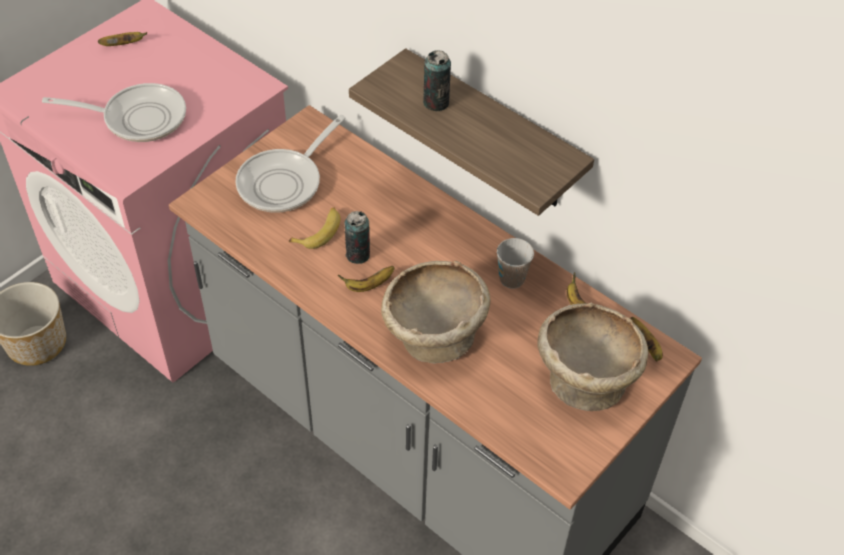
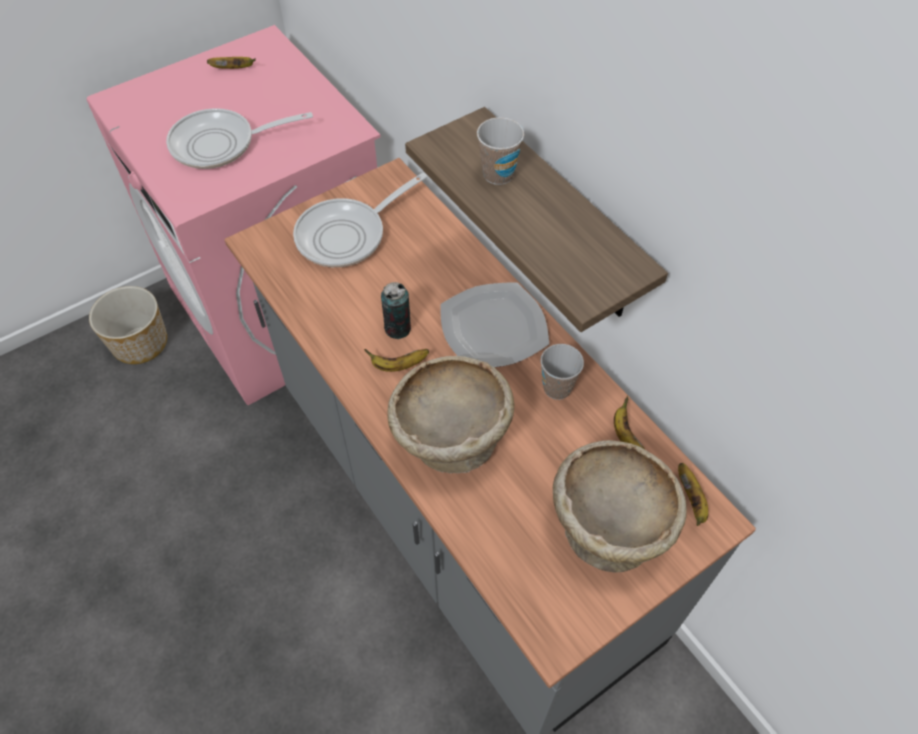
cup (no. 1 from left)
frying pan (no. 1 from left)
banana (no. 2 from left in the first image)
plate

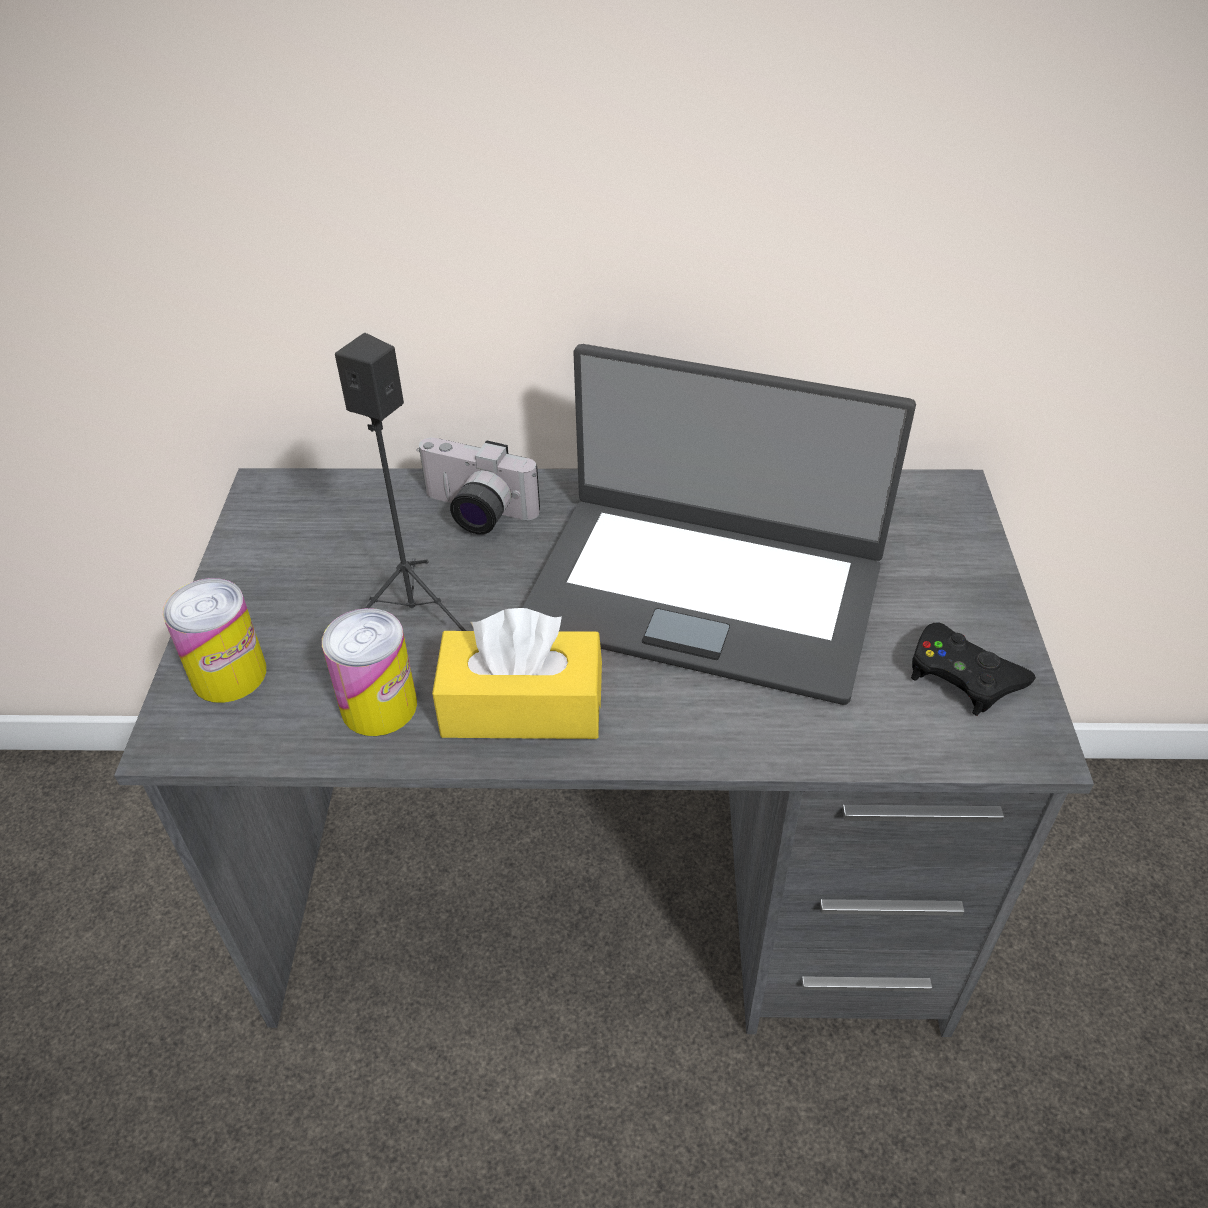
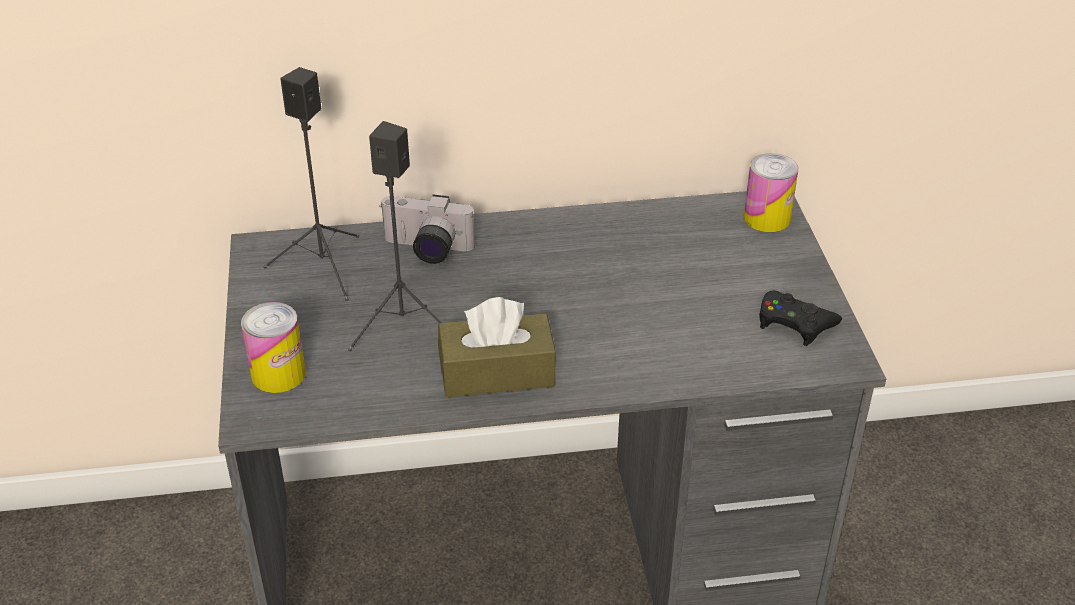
laptop
can (no. 2 from left)
brown tissue box
black speaker (no. 1 from left)

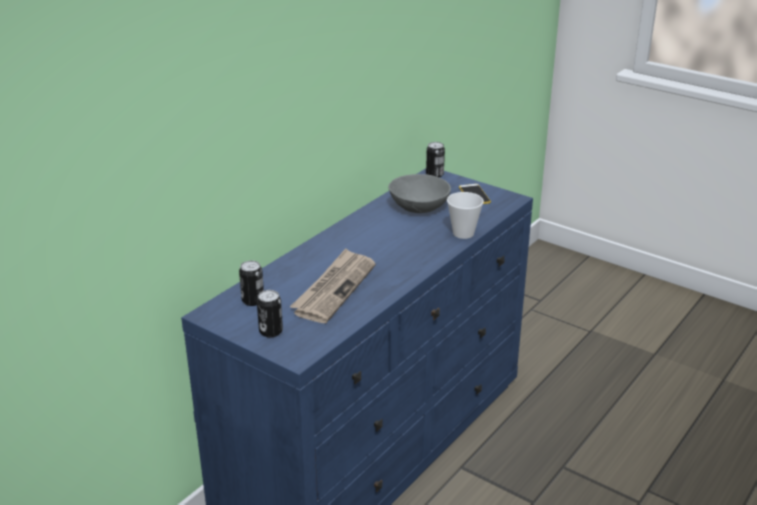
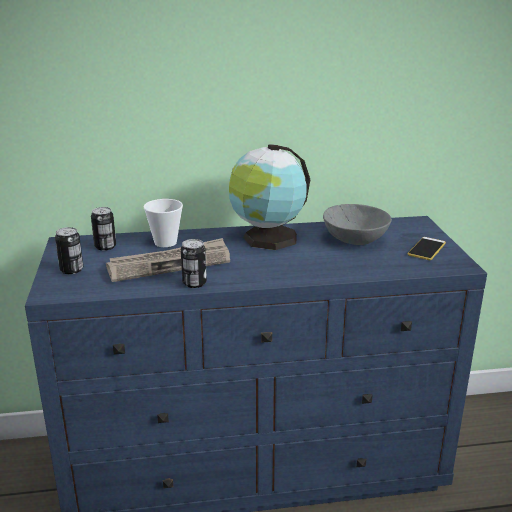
can (no. 3 from left)
cup
globe

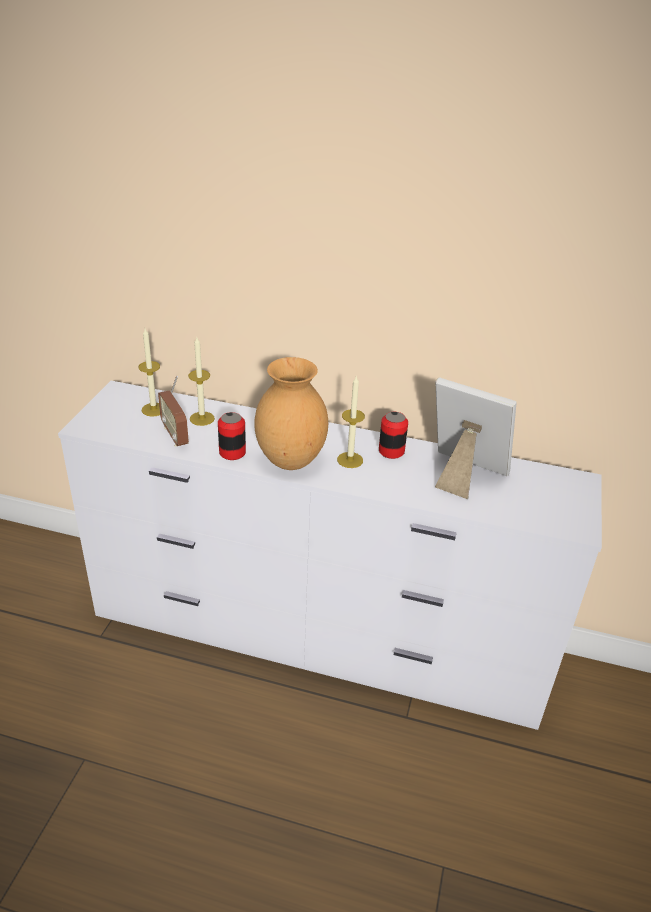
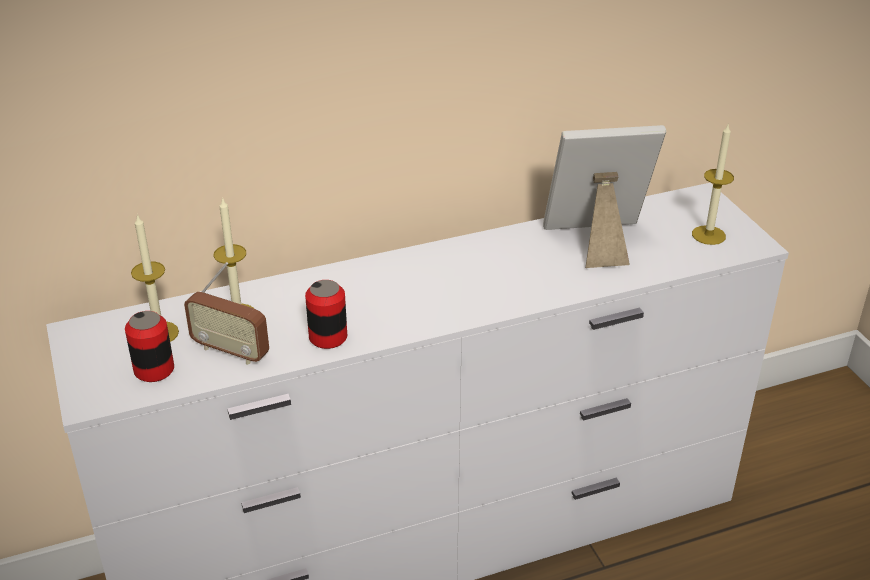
brown vase
candle (no. 3 from left)
can (no. 1 from left)

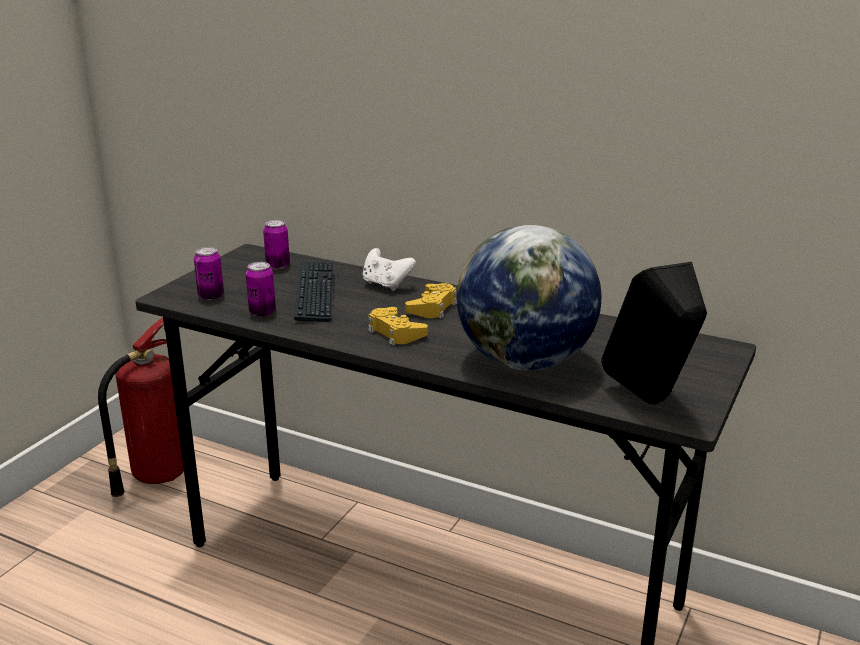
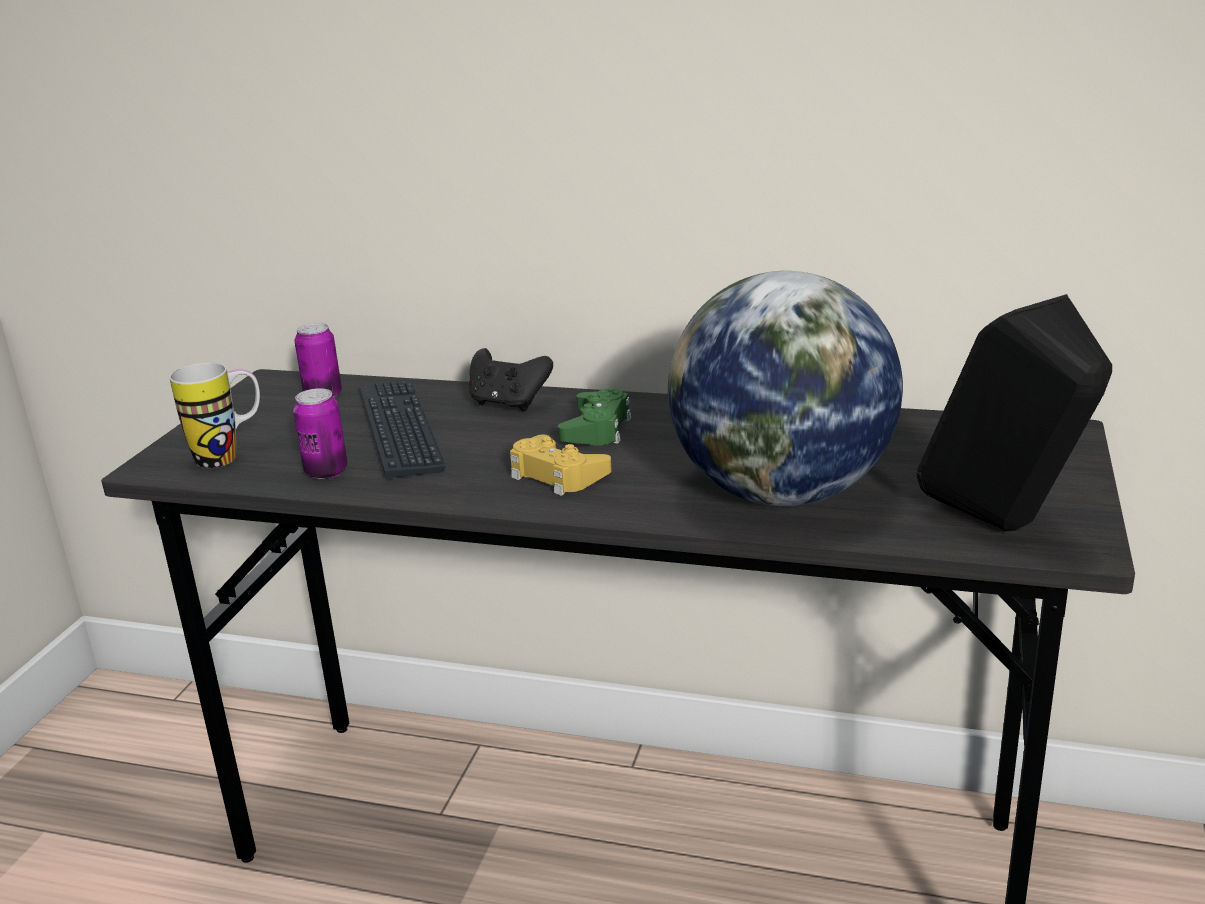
mug
black game controller
green game controller
fire extinguisher

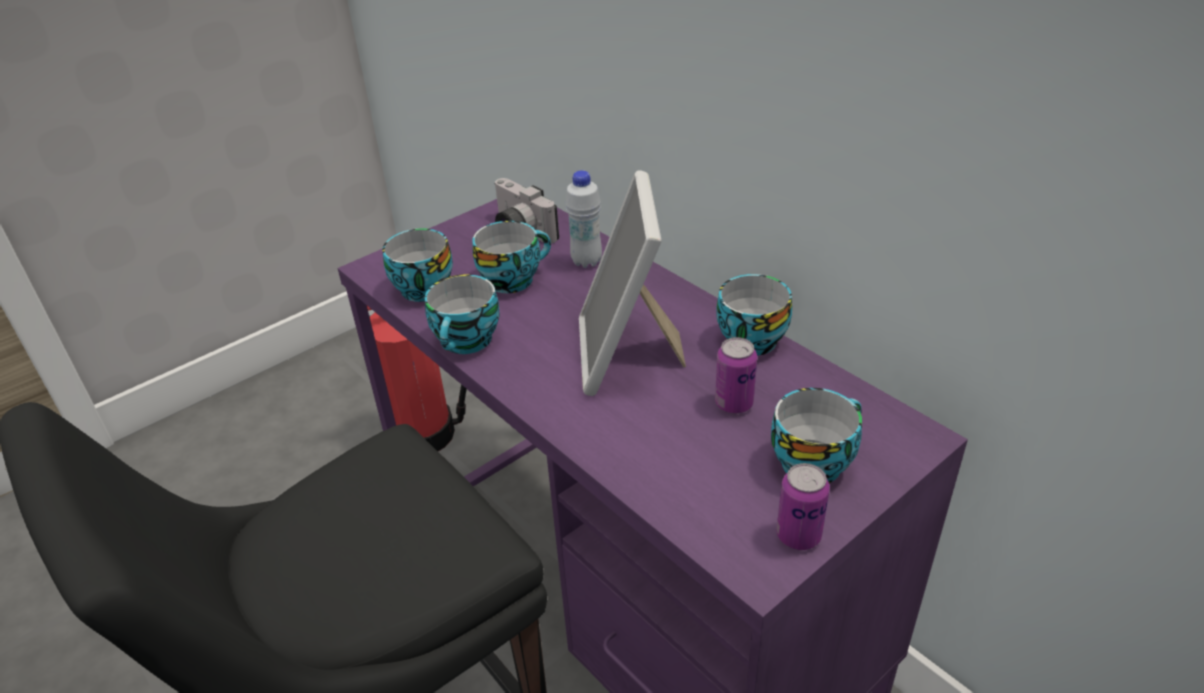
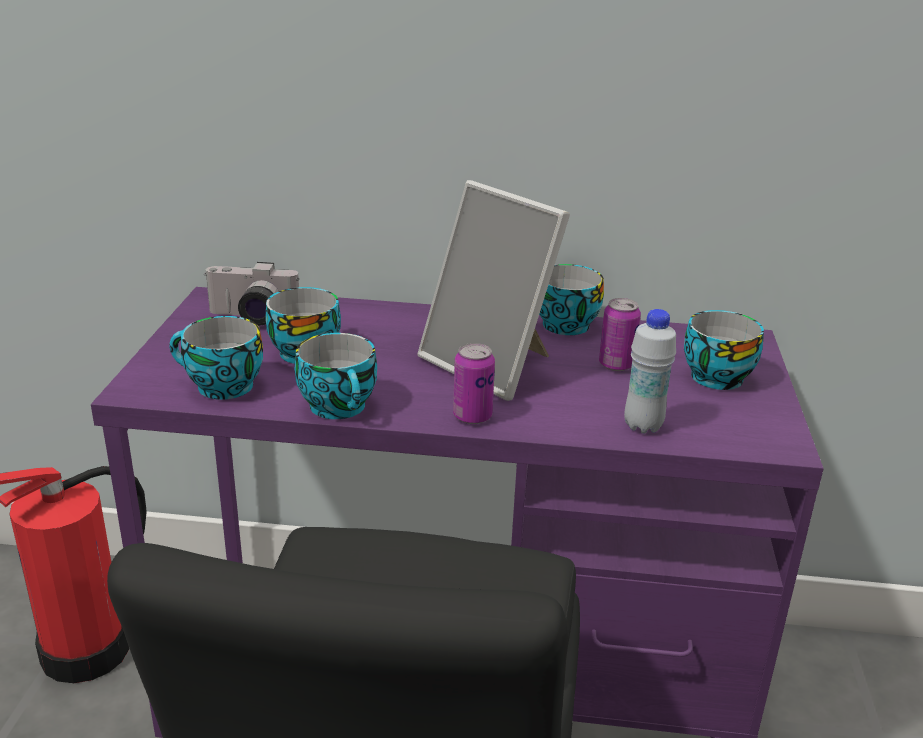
white bottle
can (no. 1 from left)

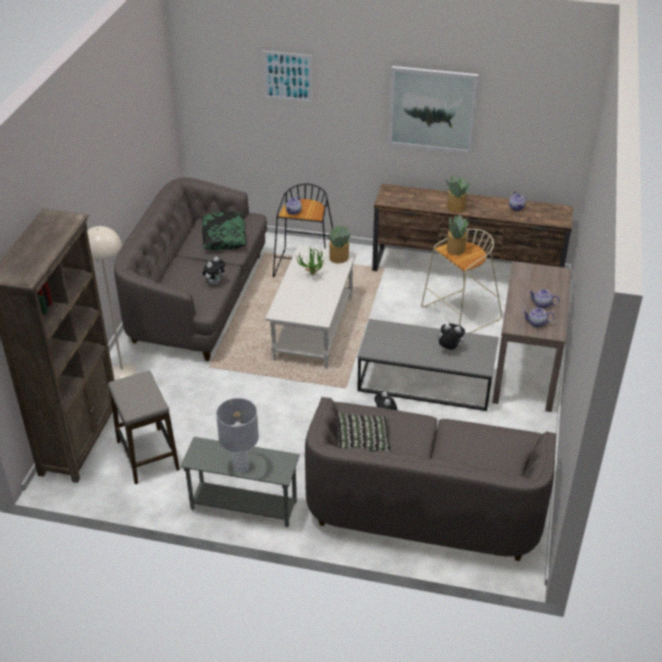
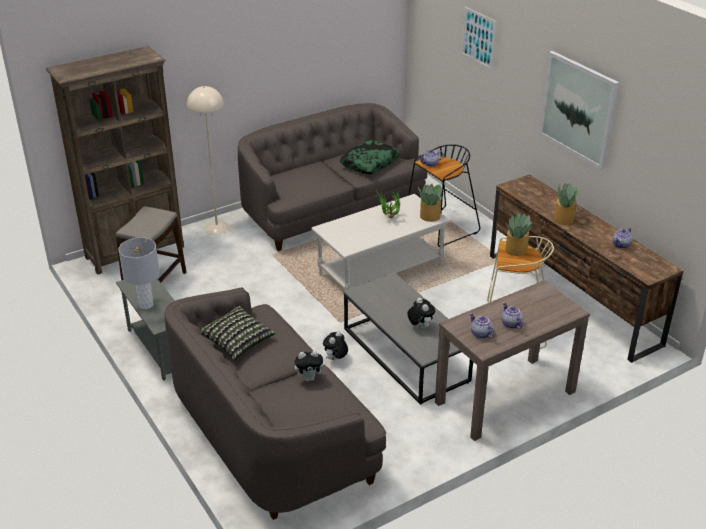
plush toy (no. 1 from left)

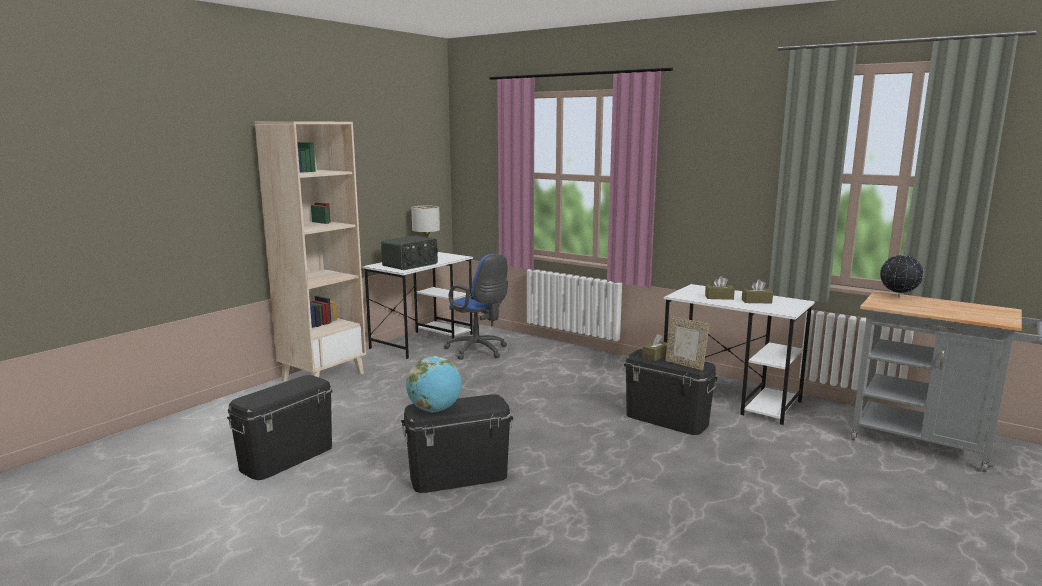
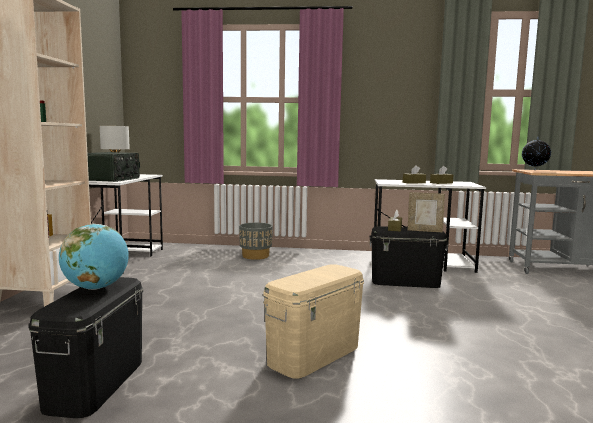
blue office chair
globe (no. 1 from left)
beige storage box
grey planter

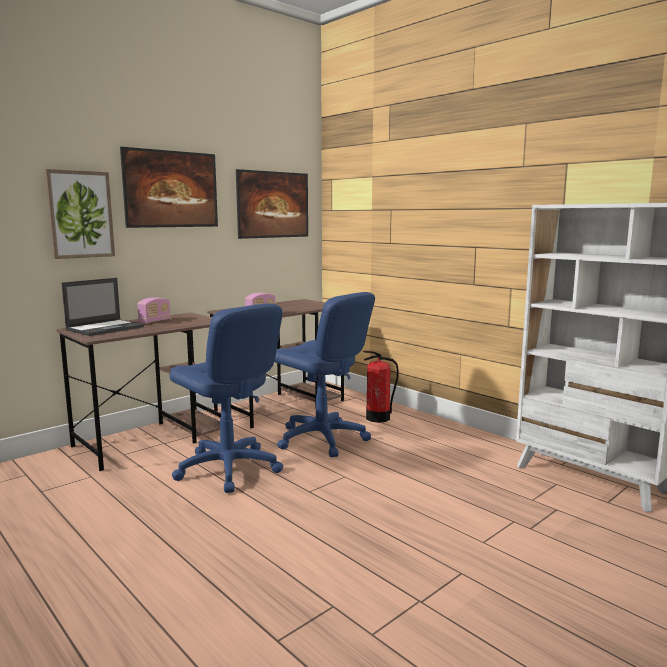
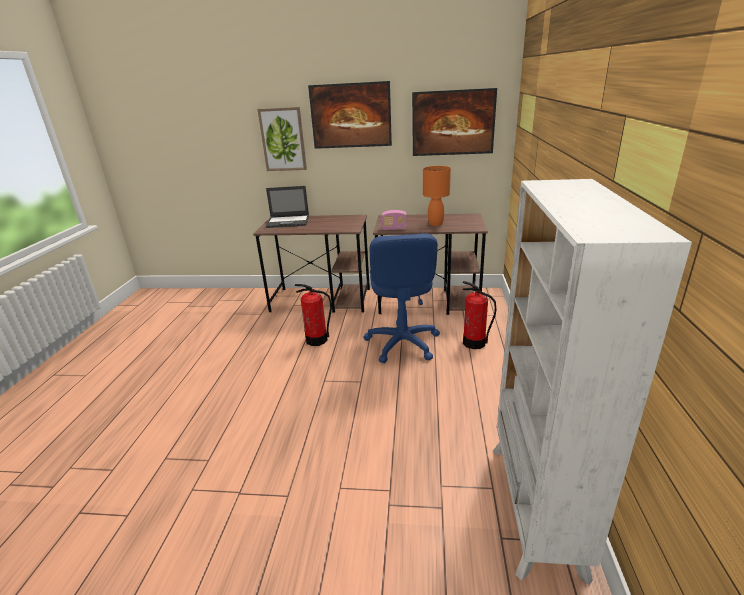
radio (no. 1 from left in the first image)
fire extinguisher (no. 1 from left)
orange table lamp

